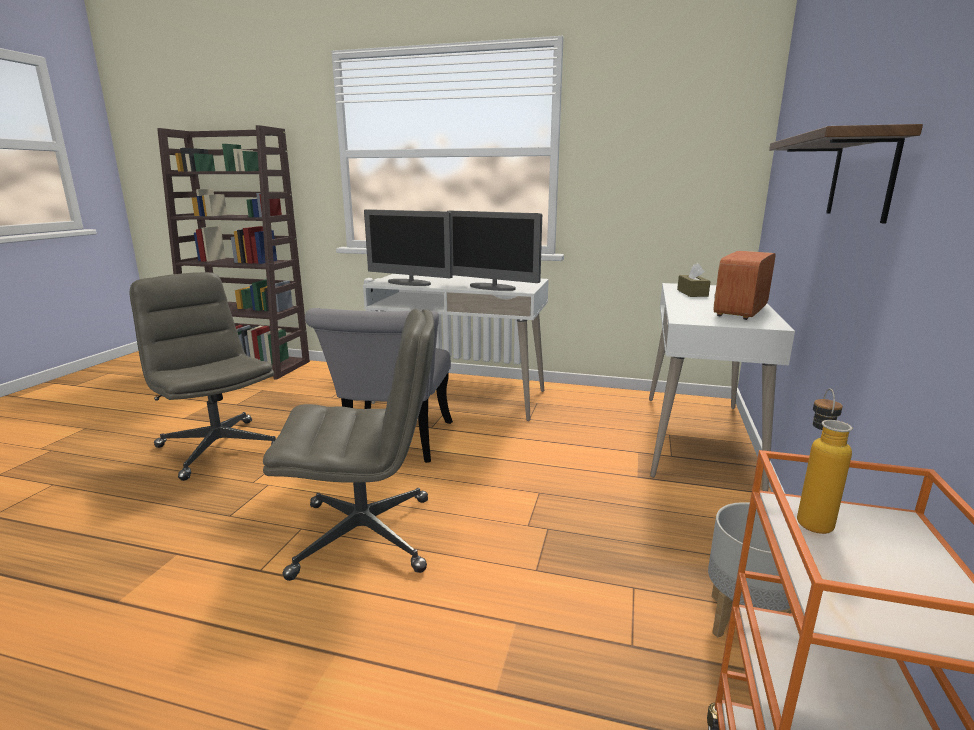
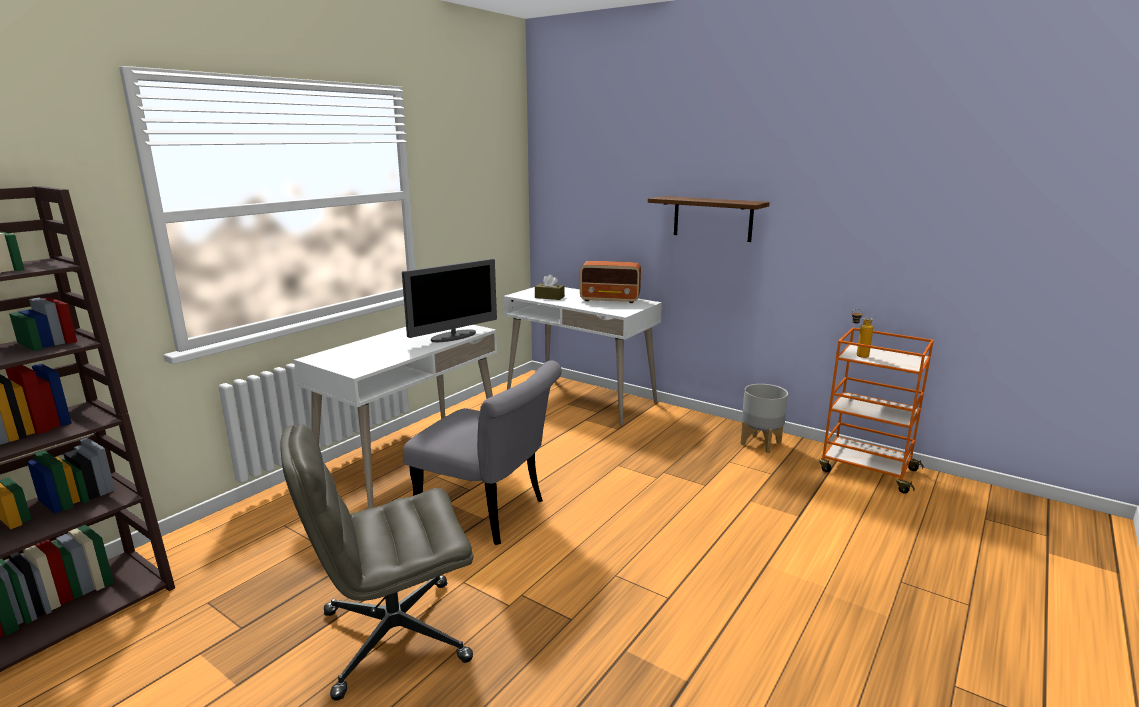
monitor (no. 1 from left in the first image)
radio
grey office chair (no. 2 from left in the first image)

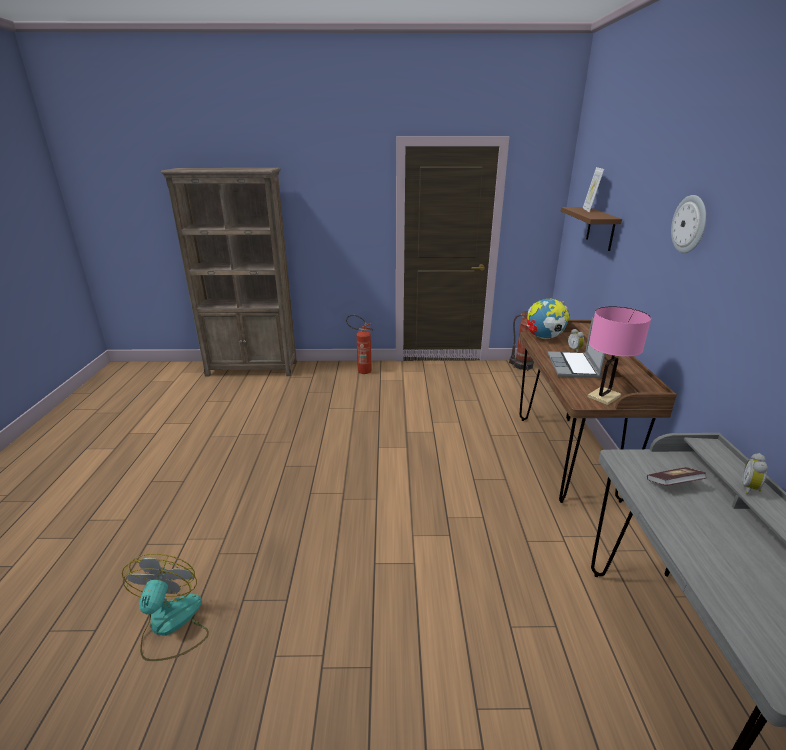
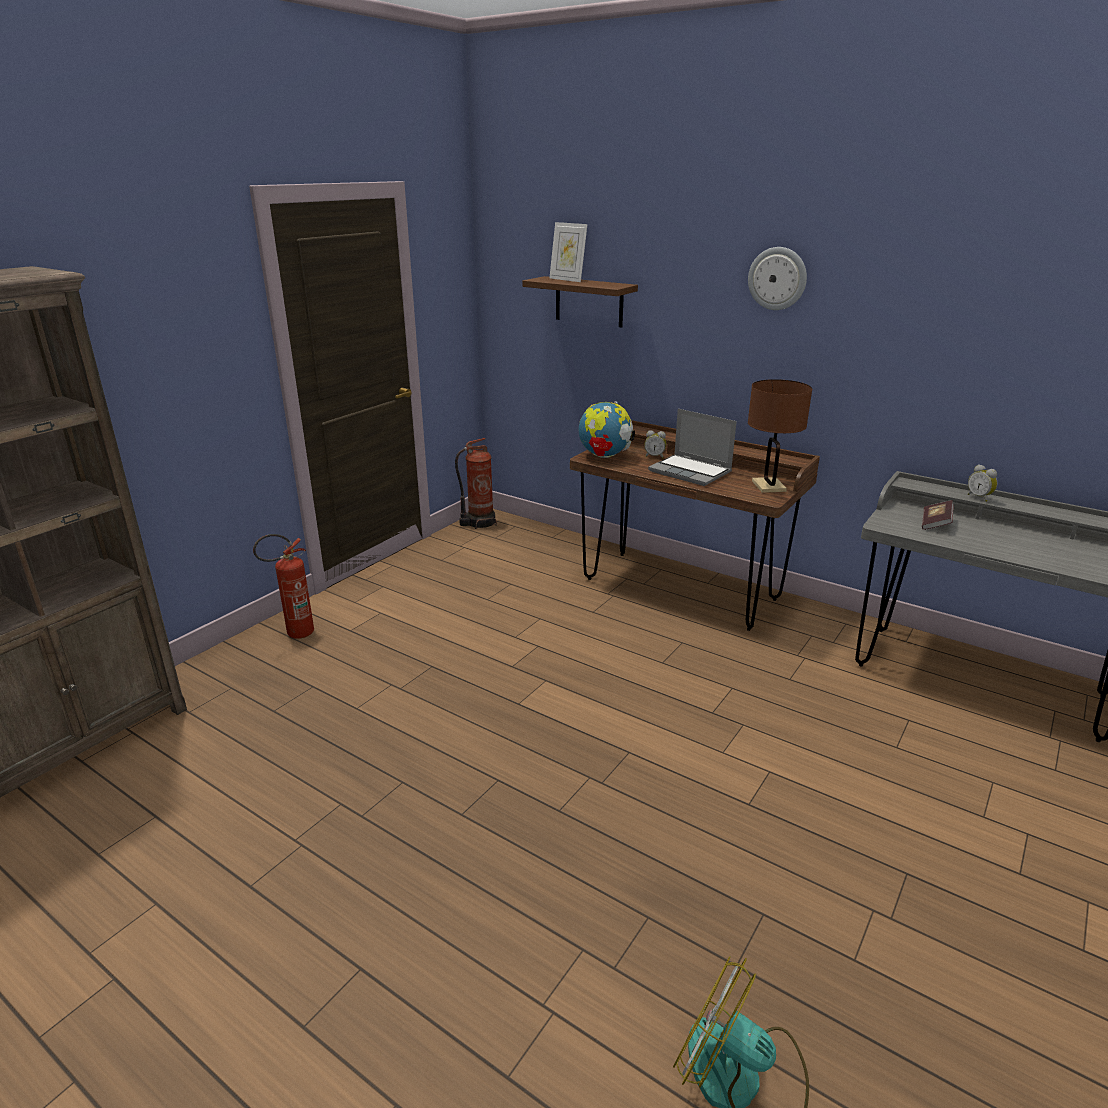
brown table lamp

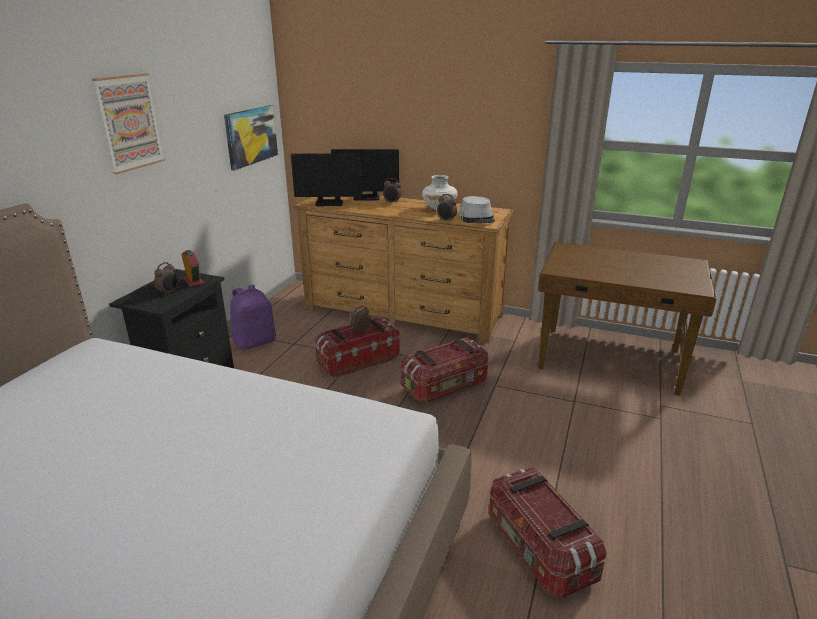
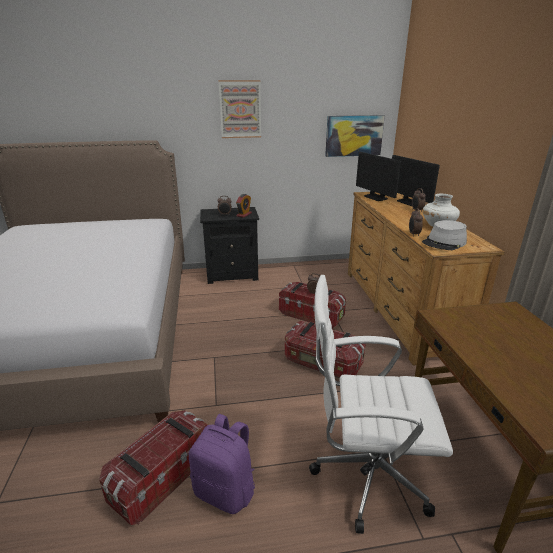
purple backpack
white office chair

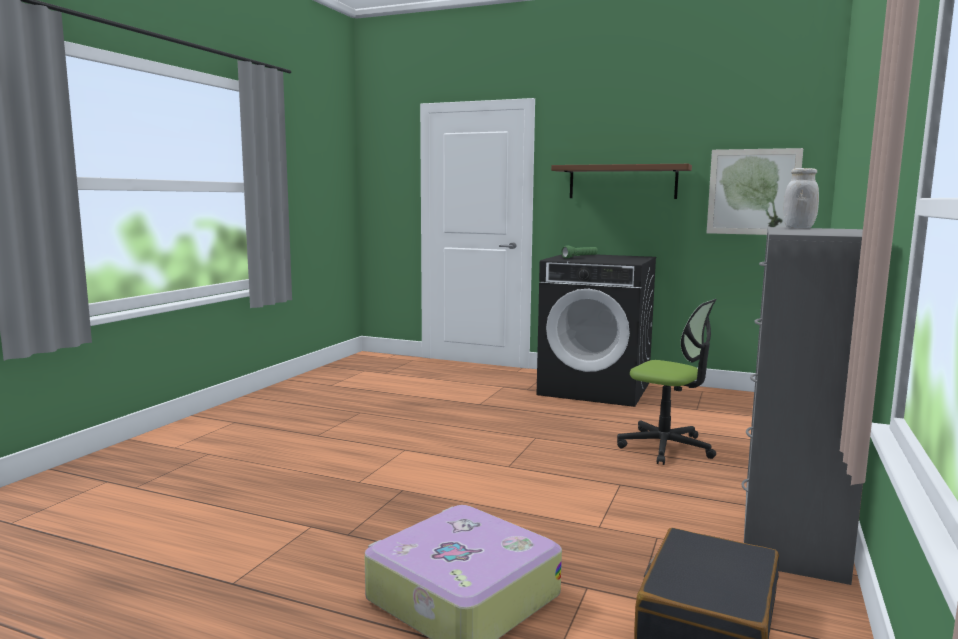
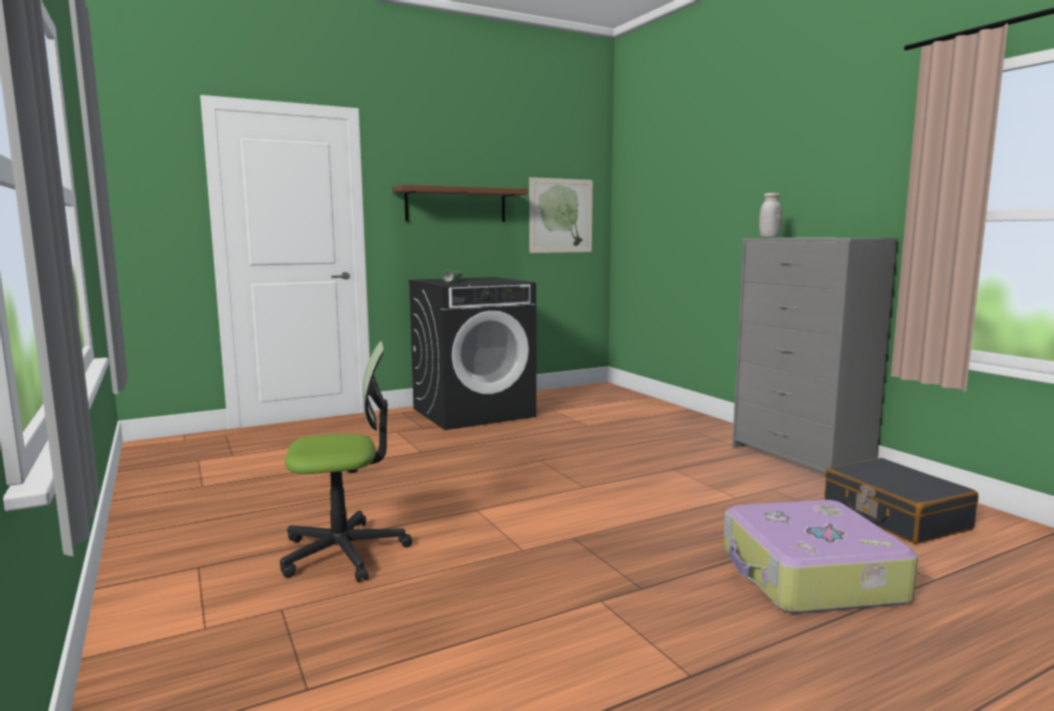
office chair

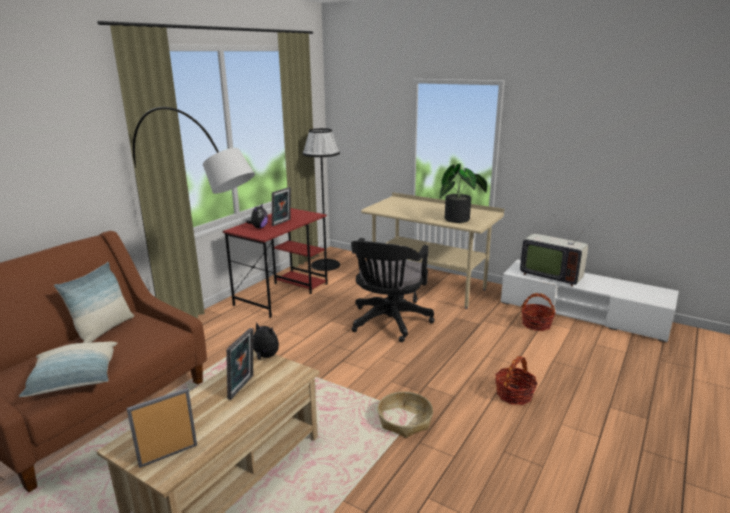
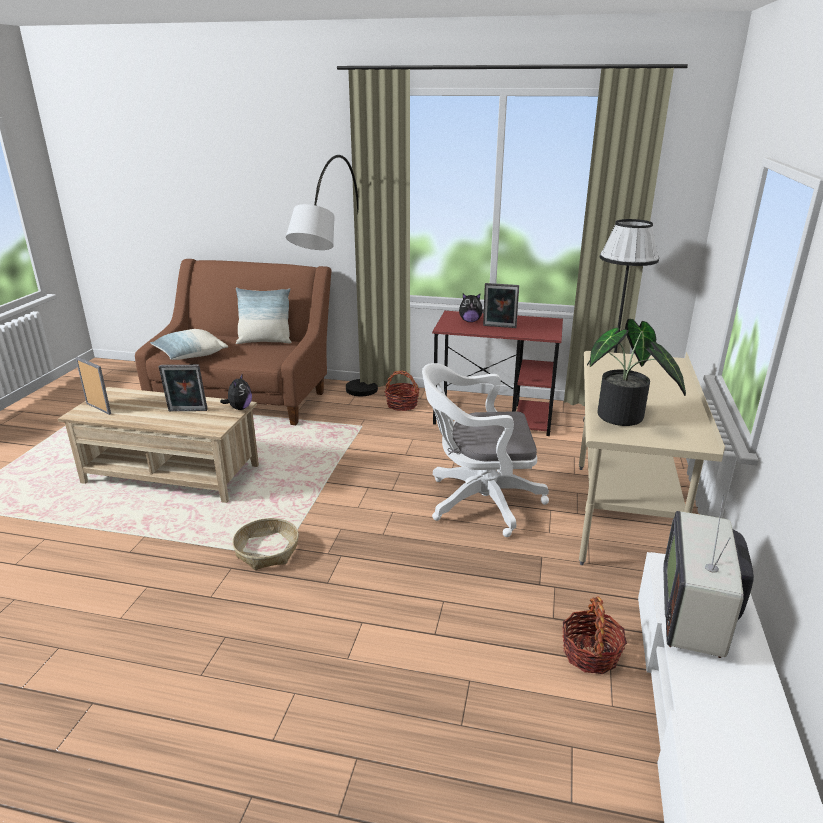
white office chair
basket (no. 2 from left)

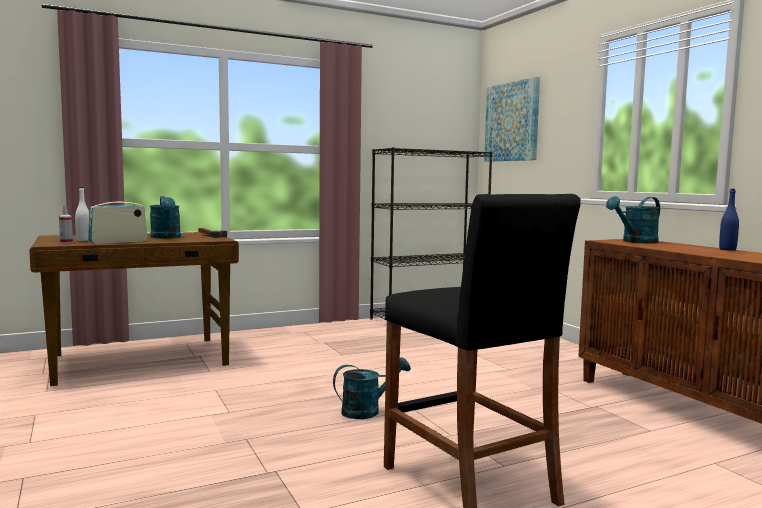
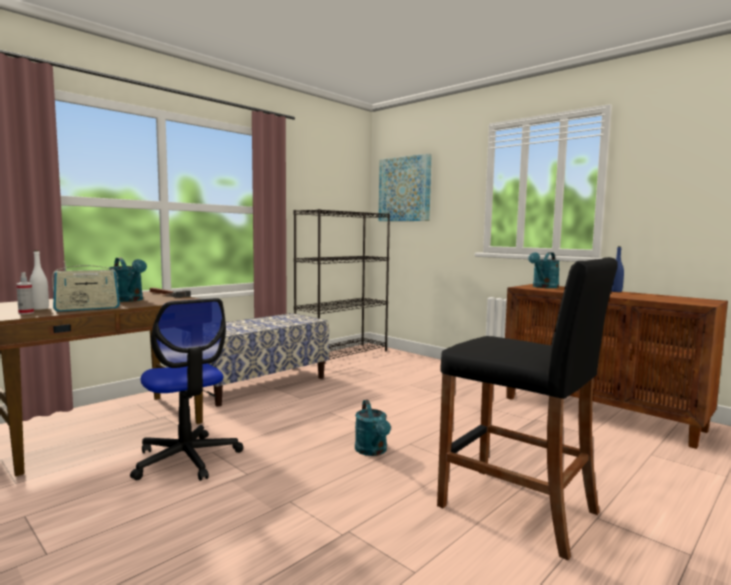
radio
turquoise watering can (no. 2 from left)
office chair
bench

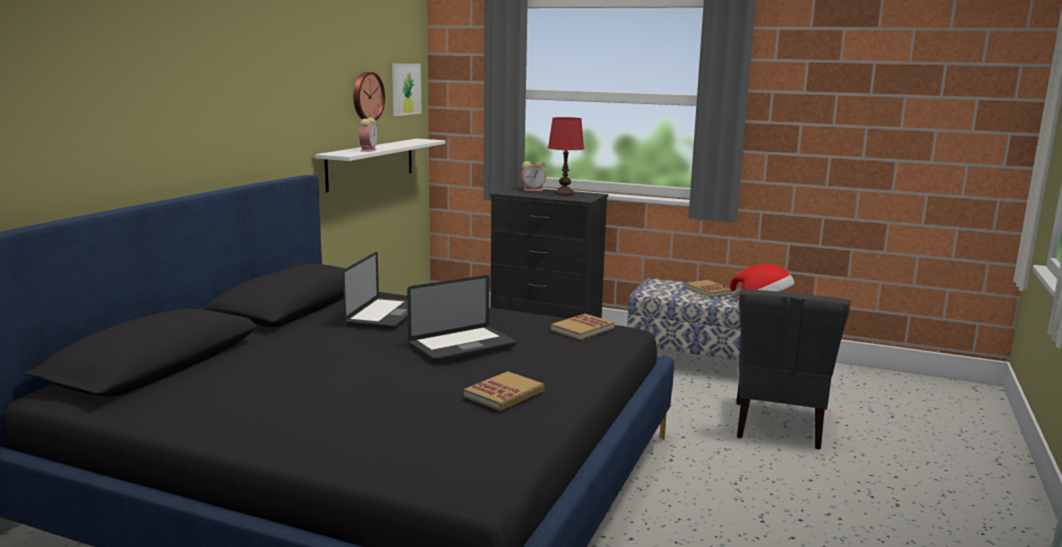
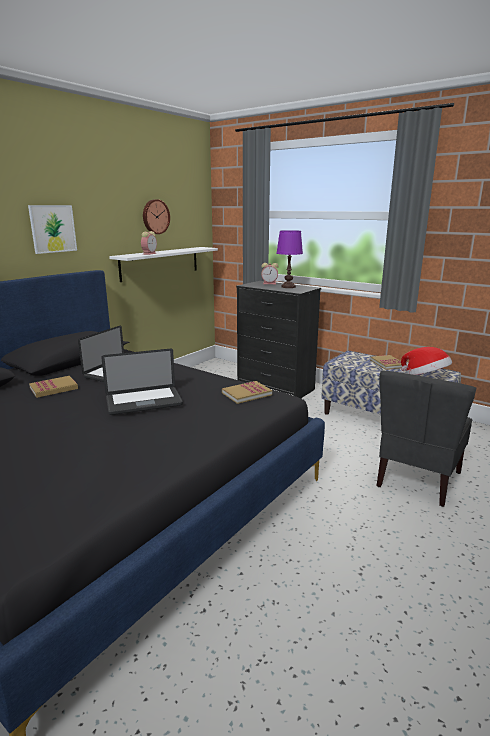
picture
purple table lamp
book (no. 1 from left)

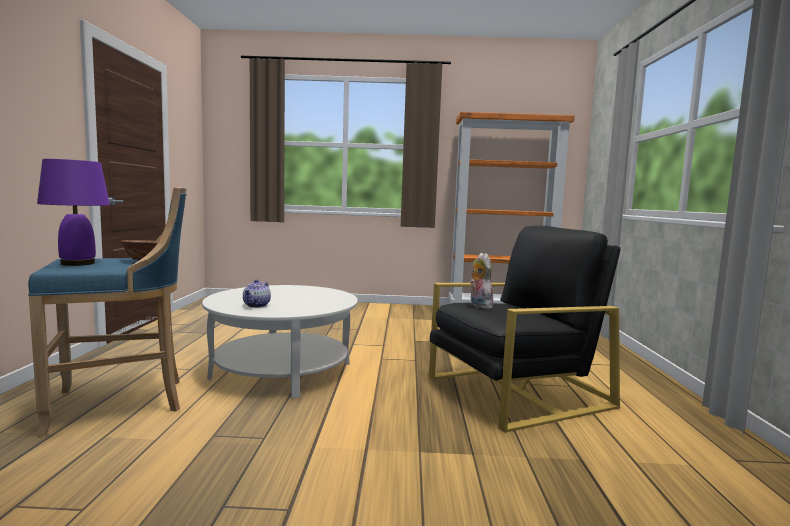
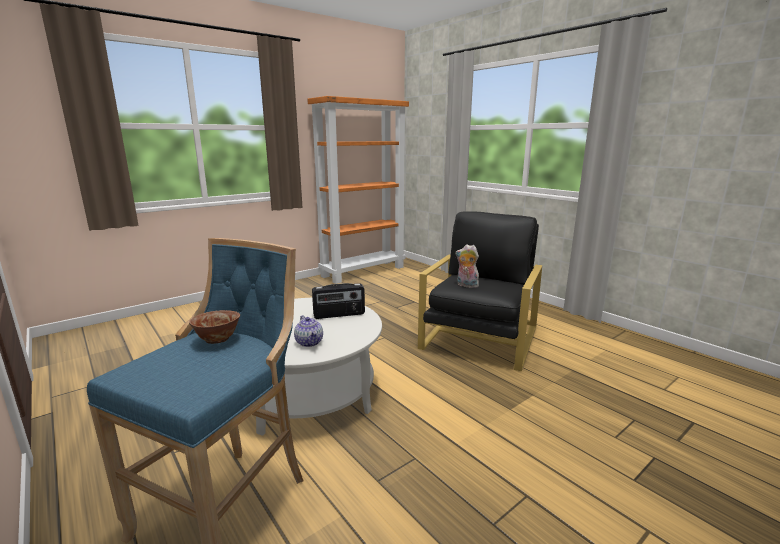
purple table lamp
radio

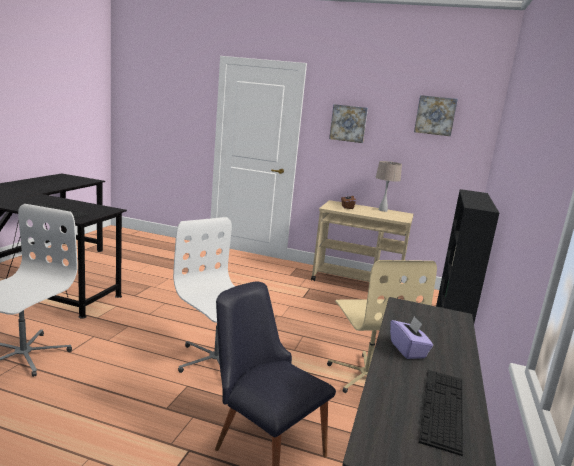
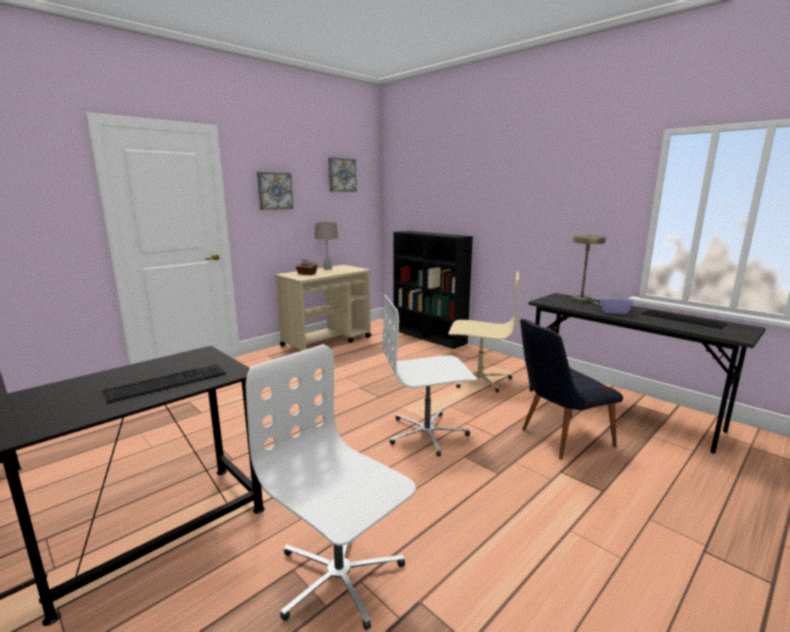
beige table lamp (no. 2 from left)

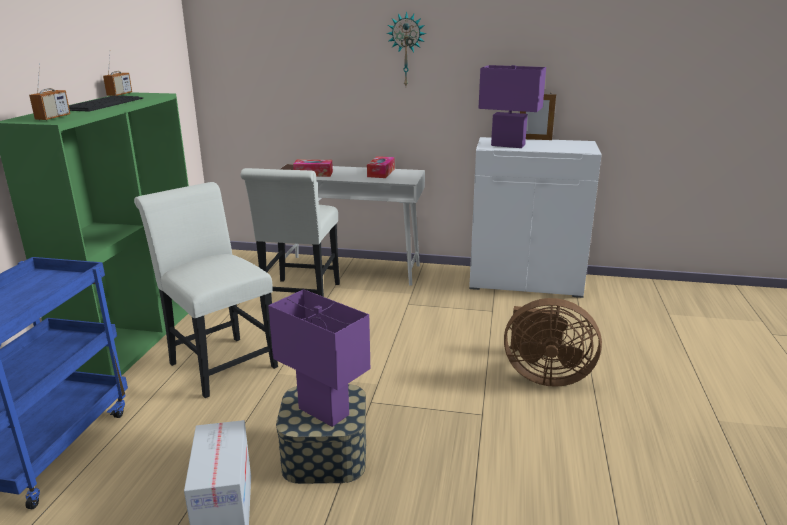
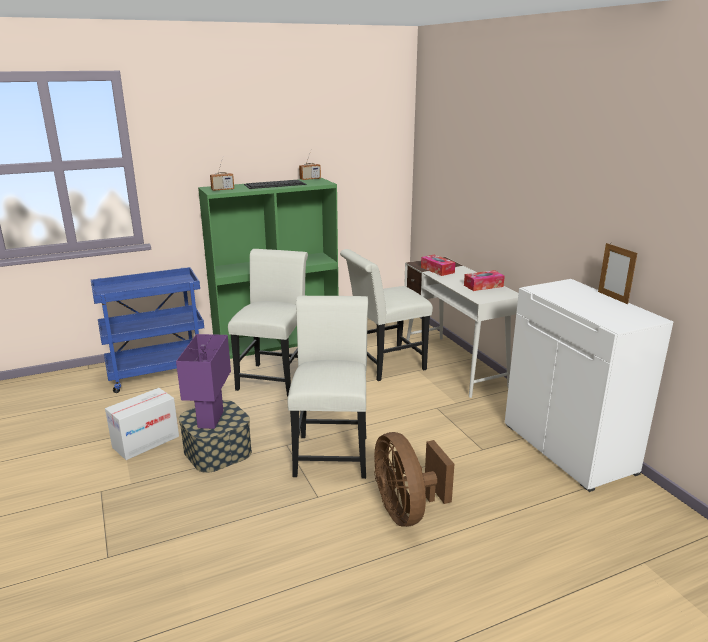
wall clock
purple table lamp (no. 2 from left in the first image)
white chair (no. 2 from left)

